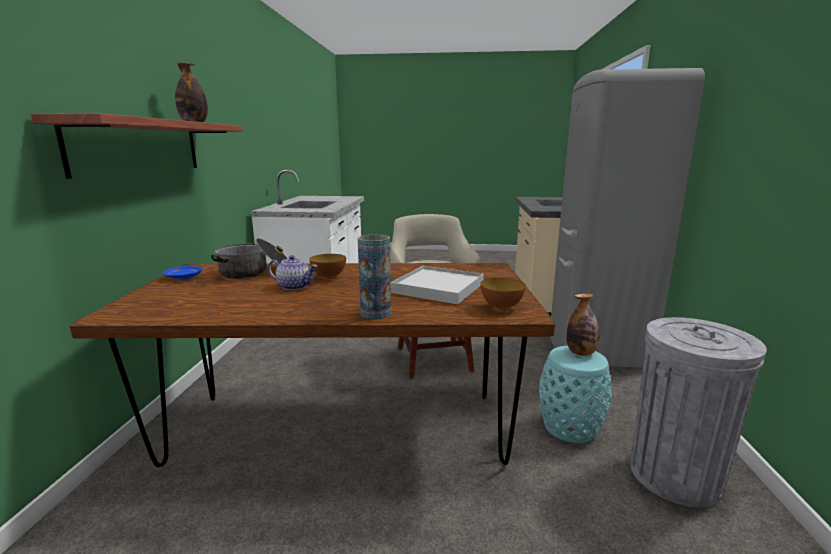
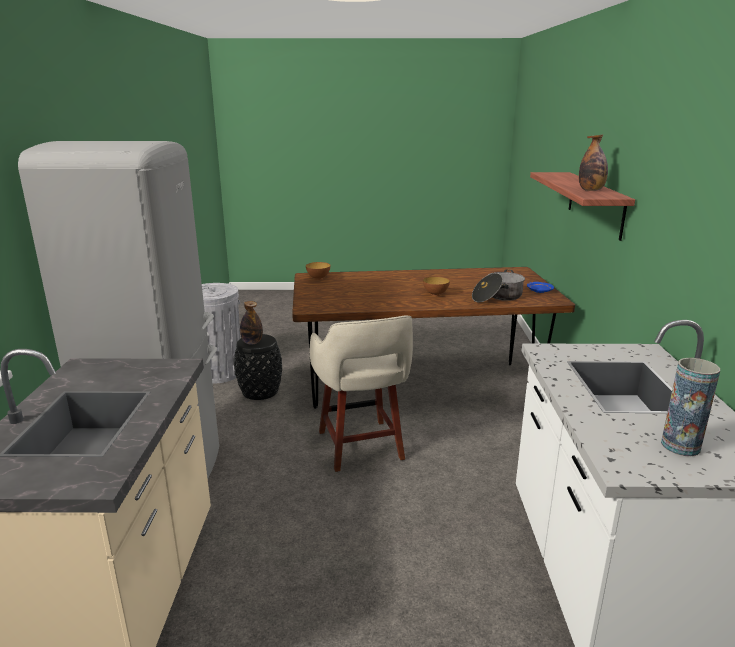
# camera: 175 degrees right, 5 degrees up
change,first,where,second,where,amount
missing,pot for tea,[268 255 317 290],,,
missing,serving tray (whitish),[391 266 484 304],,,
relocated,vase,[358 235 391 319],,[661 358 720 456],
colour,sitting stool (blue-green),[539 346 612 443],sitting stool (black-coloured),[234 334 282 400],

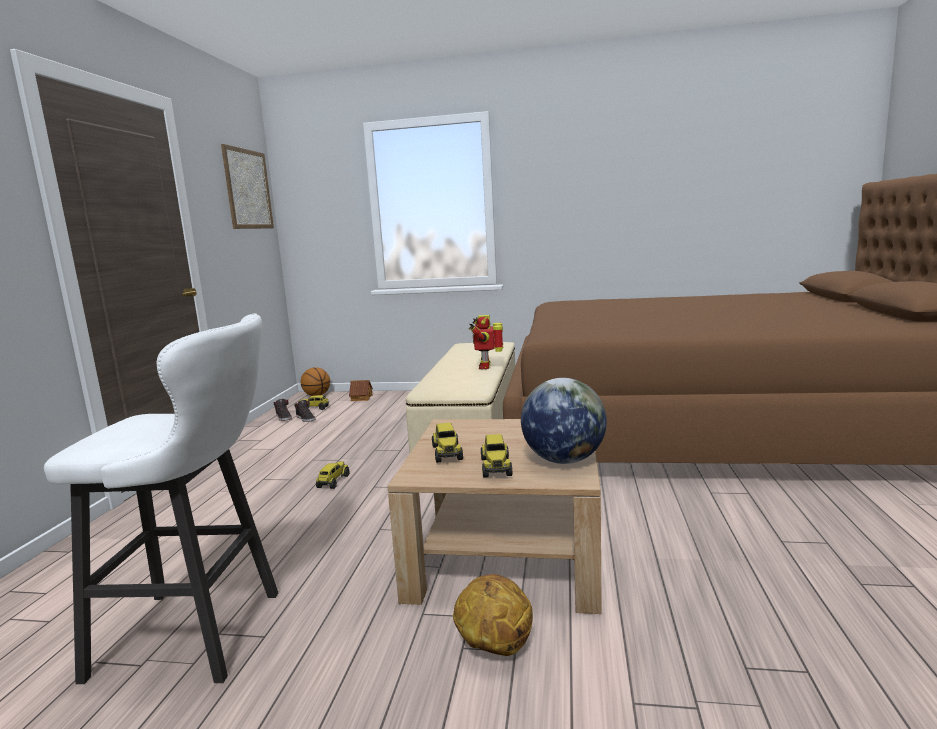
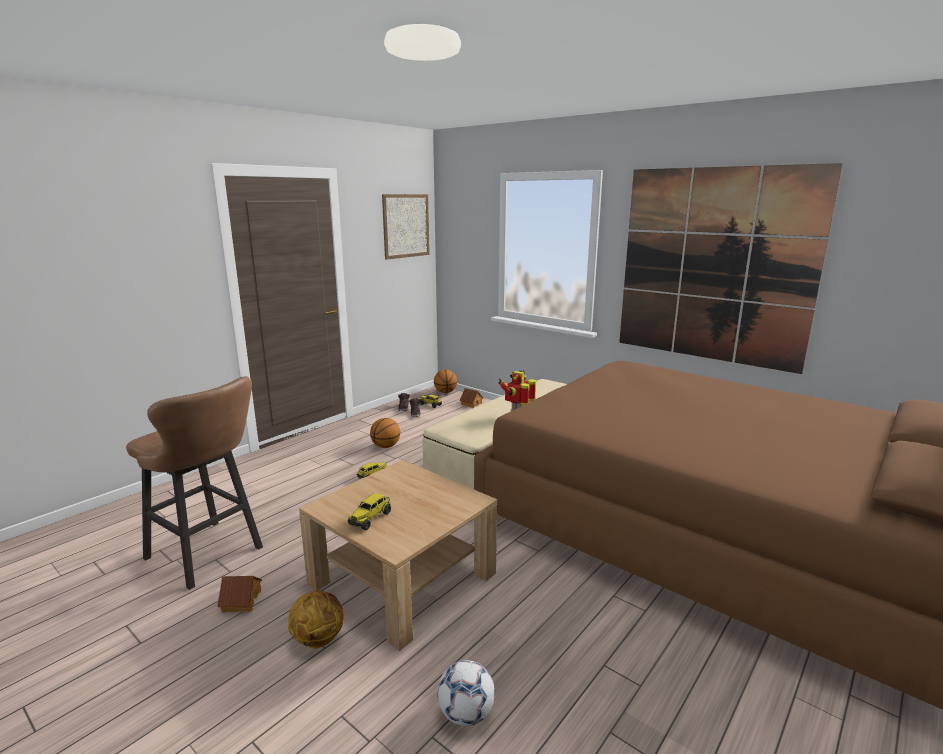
# camera: 30 degrees right, 5 degrees up
change,first,where,second,where,amount
missing,toy lorry,[432 423 463 463],,,
missing,world globe,[521 378 607 464],,,
appeared,,,miniature house,[217 576 262 613],
appeared,,,ball for basketball,[370 418 400 448],
appeared,,,football,[437 660 495 726],
appeared,,,wall picture,[619 163 843 374],
colour,sitting stool (whitish),[44 313 278 684],sitting stool (brownish),[126 376 263 590],

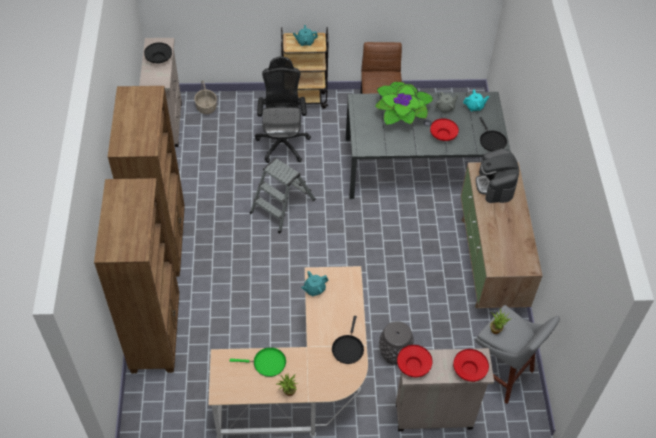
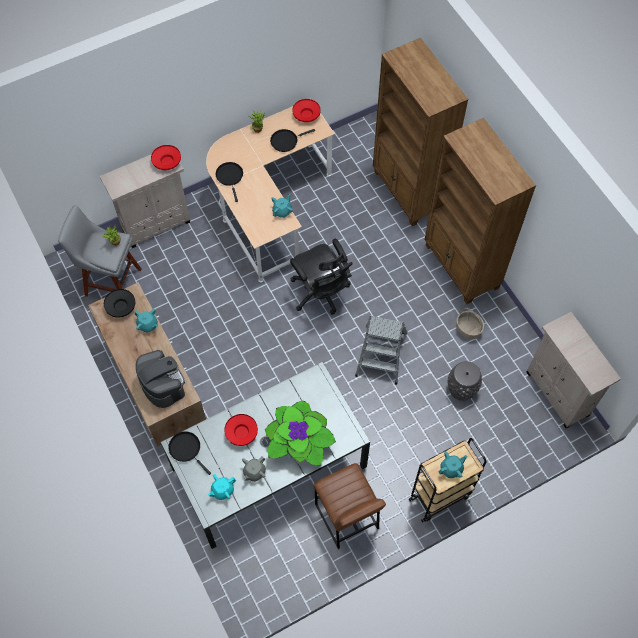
# camera: 155 degrees right, 10 degrees up
change,first,where,second,where,amount
appeared,,,pot for tea (blue-green),[135 309 158 332],
relocated,bowl (black-coloured),[144 43 172 63],,[104 289 135 318],
relocated,storage basket,[194 81 217 114],,[456 308 485 339],
relocated,computer chair,[255 56 311 163],,[290 239 353 315],
relocated,sitting stool (greyish),[379 321 414 365],,[448 361 482 401],
relocated,bowl (red-coloured),[453 349 489 382],,[292 99 320 122],
colour,frying pan (green-coloured),[230 347 286 377],frying pan (black-coloured),[270 129 315 152],

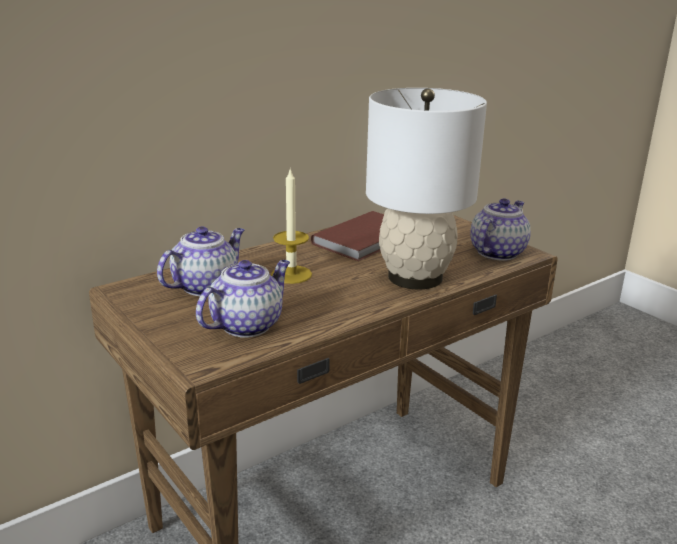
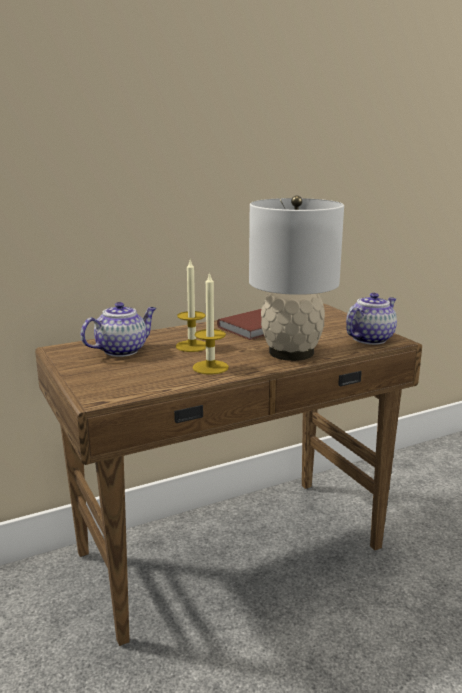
# camera: 10 degrees right, 5 degrees down
change,first,where,second,where,amount
missing,pot for tea,[196 260 290 338],,,
appeared,,,wax candle,[193 272 229 375],

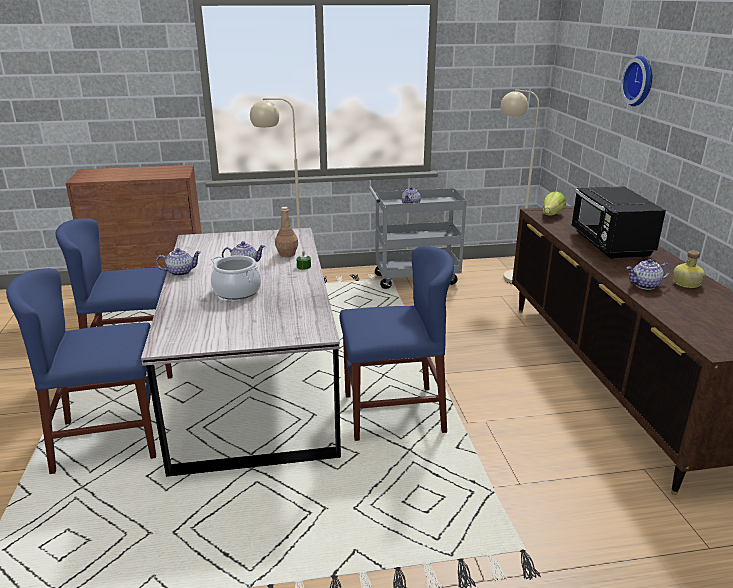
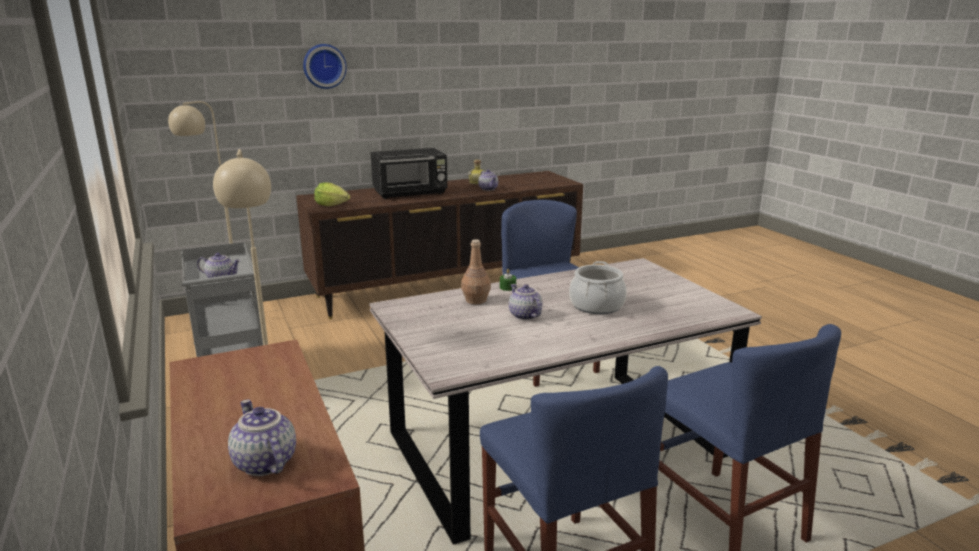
# camera: 105 degrees left, 5 degrees down
change,first,where,second,where,amount
relocated,pot for tea,[156 248 201 276],,[228 399 296 476],

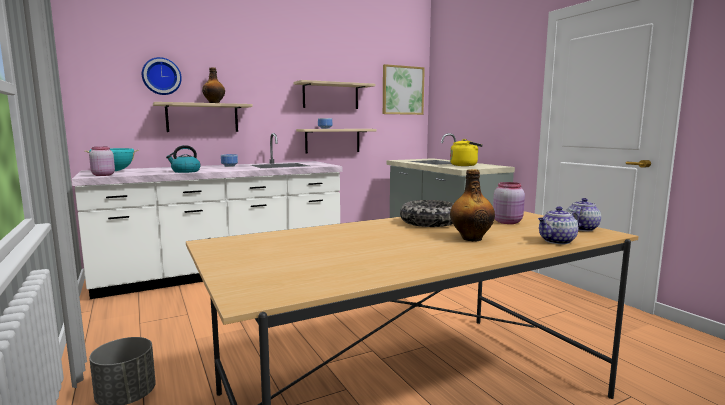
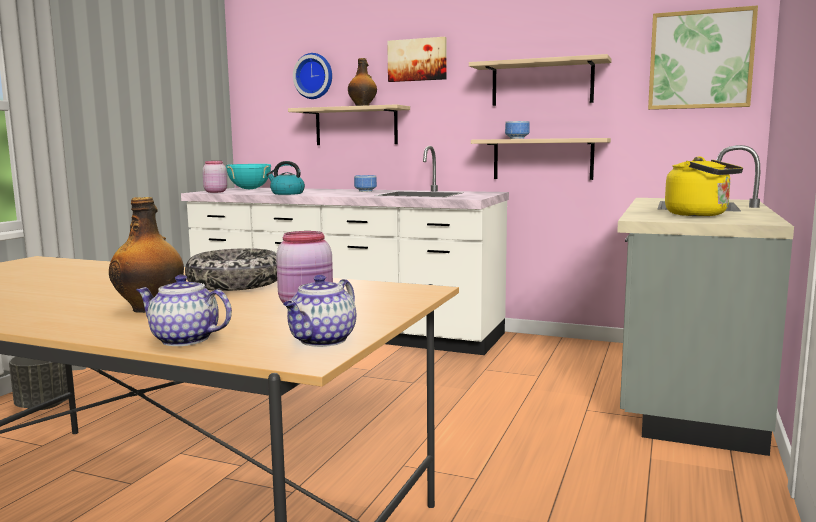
# camera: 50 degrees right, 0 degrees up
change,first,where,second,where,amount
appeared,,,wall picture,[387 37 447 82],
spun,pot for tea,[566 198 601 231],,[283 275 356 347],120 degrees clockwise

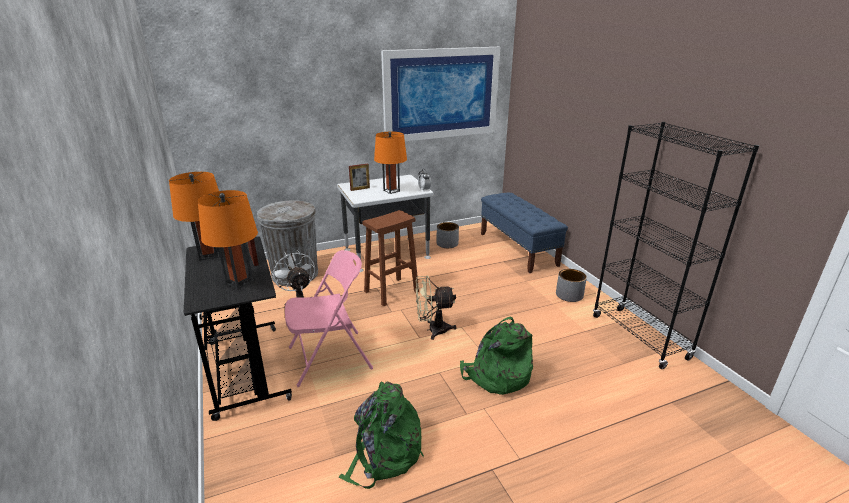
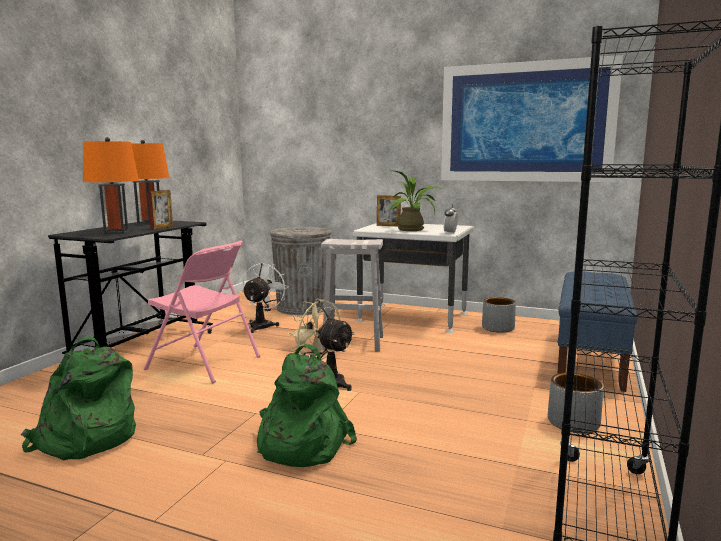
# camera: 45 degrees right, 15 degrees down
change,first,where,second,where,amount
exchanged,tabletop lamp (orange-coloured),[374 132 407 194],plant in a pot,[389 170 443 231],
colour,sitting stool (brownish),[363 210 419 306],sitting stool (whitish),[321 239 383 352],

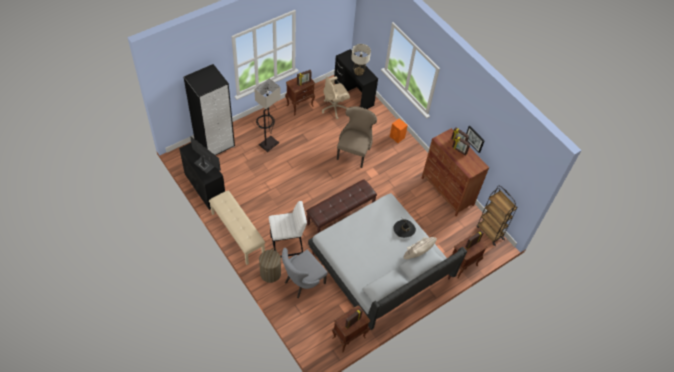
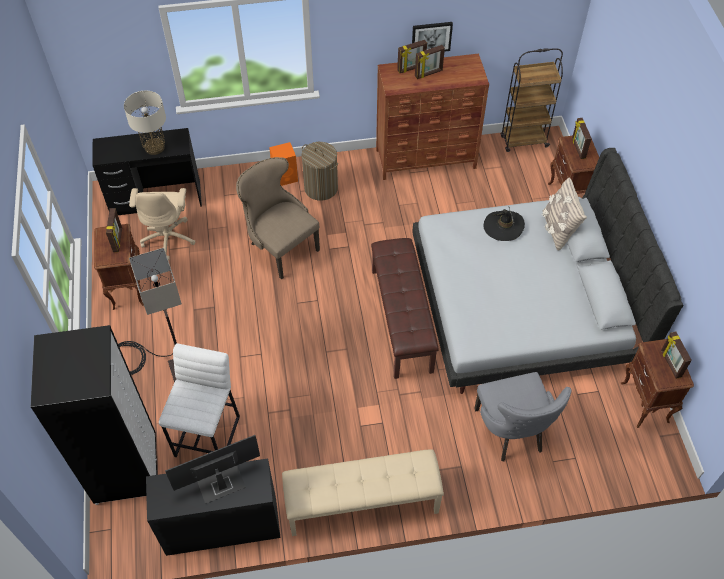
# camera: 60 degrees left, 0 degrees up
change,first,where,second,where,amount
relocated,hamper,[259 248 281 283],,[302 142 338 201],
relocated,sitting stool (whitish),[269 201 307 257],,[159 343 240 457],

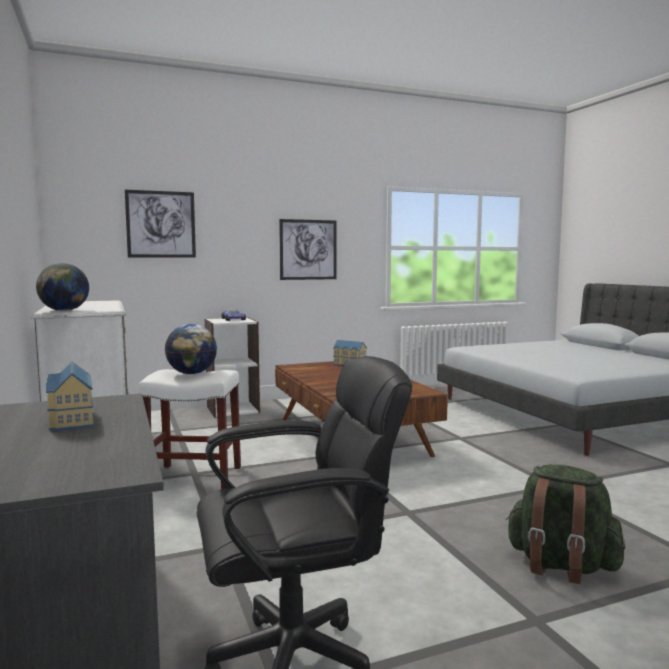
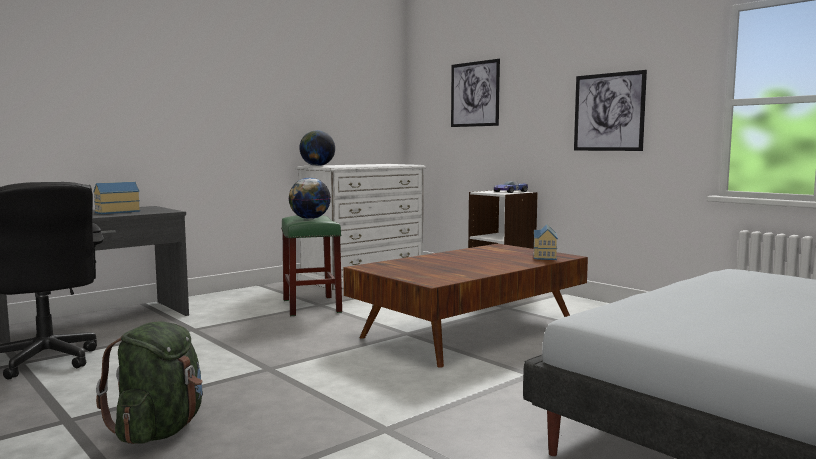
# camera: 70 degrees right, 0 degrees up
change,first,where,second,where,amount
colour,sitting stool (whitish),[139 369 241 489],sitting stool (green-coloured),[281 215 342 316],

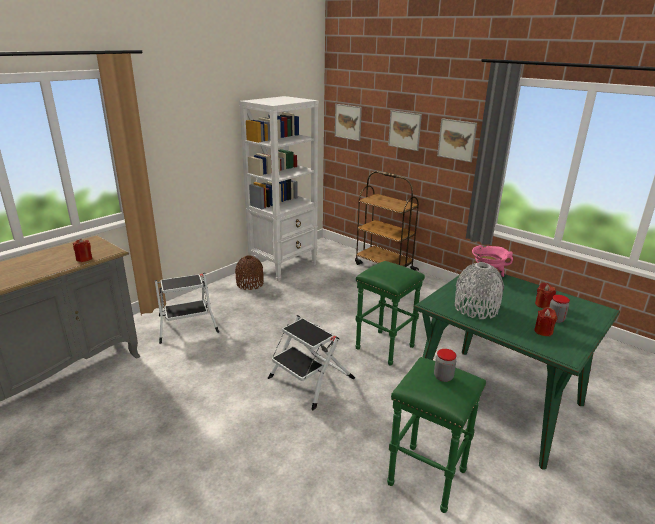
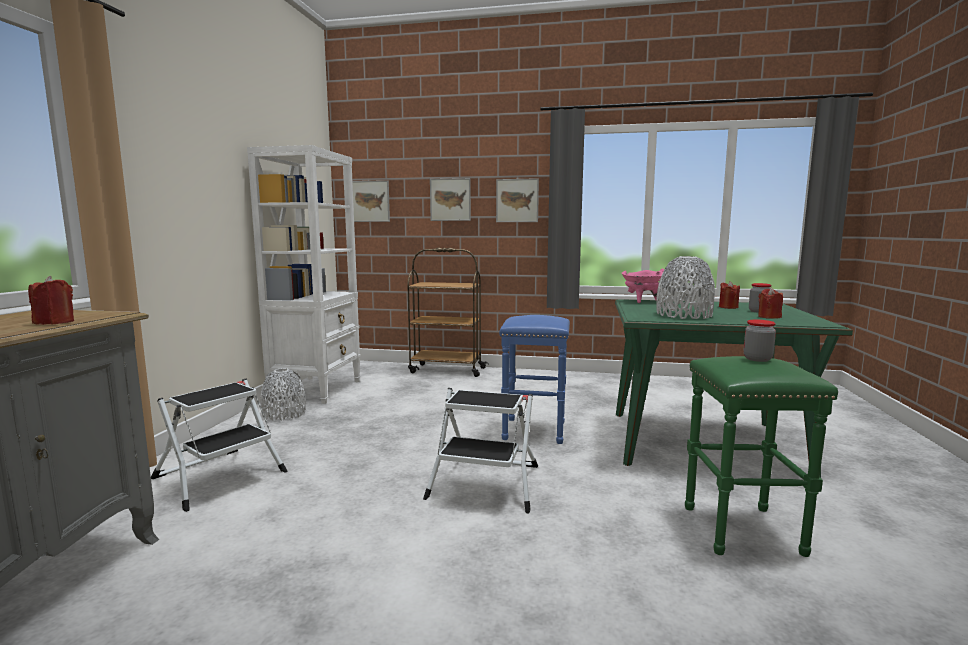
# camera: 30 degrees left, 15 degrees down
change,first,where,second,where,amount
colour,vase (brownish),[235 255 264 290],vase (greyish),[260 368 306 421],
colour,sitting stool (green-coloured),[356 261 425 365],sitting stool (bluish),[499 315 570 444],

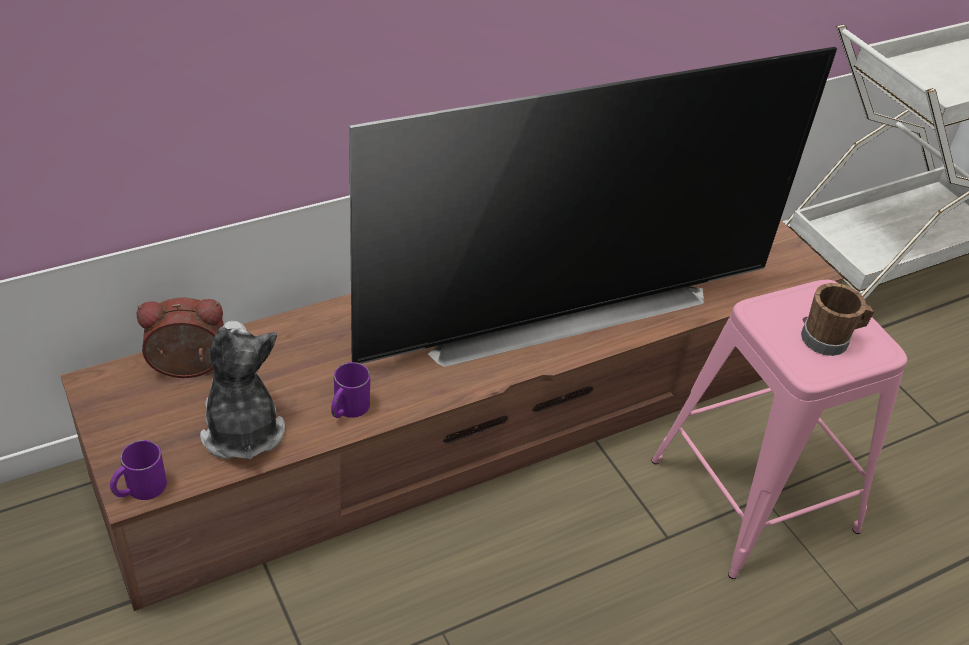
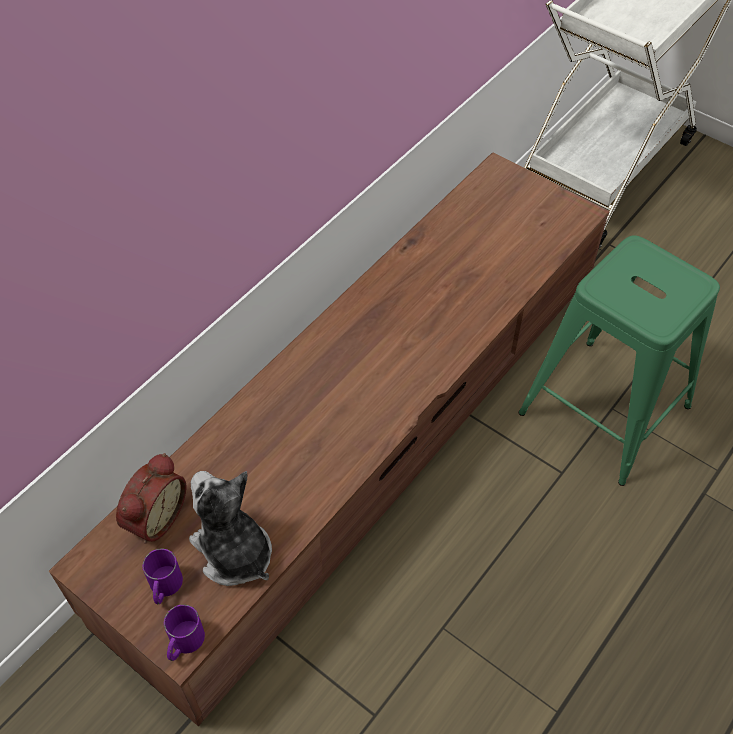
# camera: 20 degrees left, 10 degrees up
change,first,where,second,where,amount
missing,television,[349 47 837 367],,,
missing,tea mug (brownish),[801 283 874 356],,,
relocated,tea mug (purplish),[331 362 370 418],,[142 548 183 604],
colour,sitting stool (pink-coloured),[651 280 907 579],sitting stool (green-coloured),[519 235 720 486],
spun,table clock,[136 298 224 378],,[116 453 187 544],150 degrees clockwise

